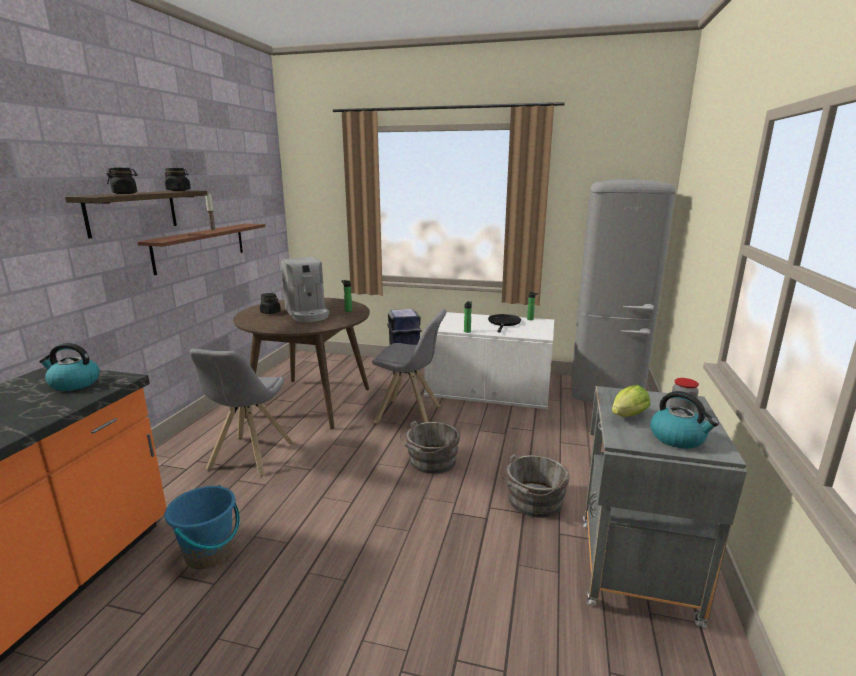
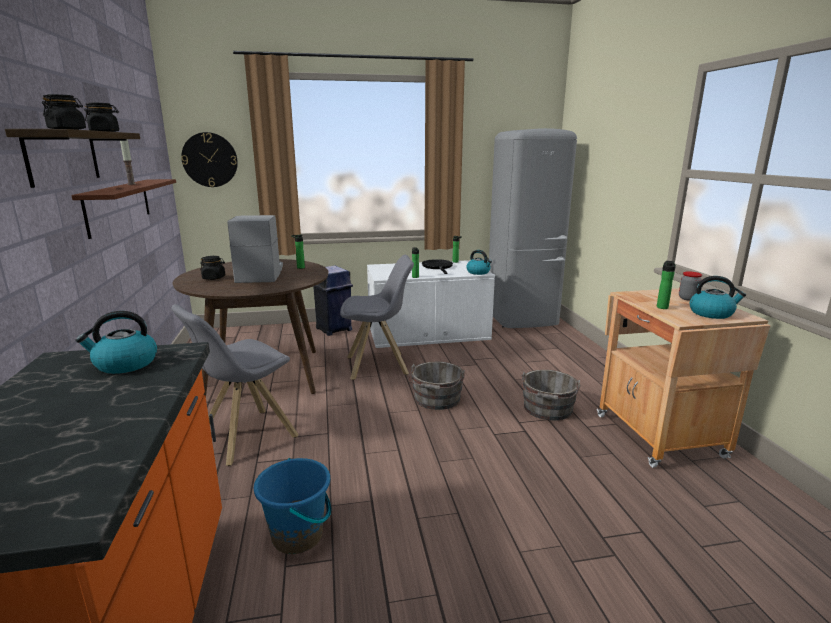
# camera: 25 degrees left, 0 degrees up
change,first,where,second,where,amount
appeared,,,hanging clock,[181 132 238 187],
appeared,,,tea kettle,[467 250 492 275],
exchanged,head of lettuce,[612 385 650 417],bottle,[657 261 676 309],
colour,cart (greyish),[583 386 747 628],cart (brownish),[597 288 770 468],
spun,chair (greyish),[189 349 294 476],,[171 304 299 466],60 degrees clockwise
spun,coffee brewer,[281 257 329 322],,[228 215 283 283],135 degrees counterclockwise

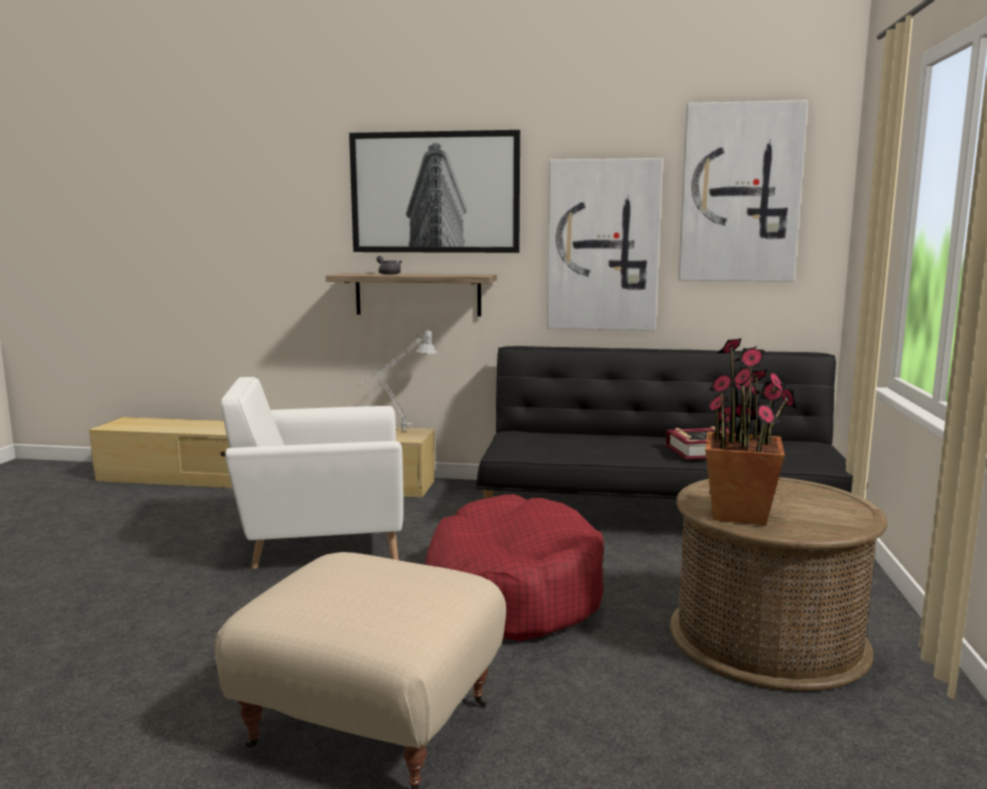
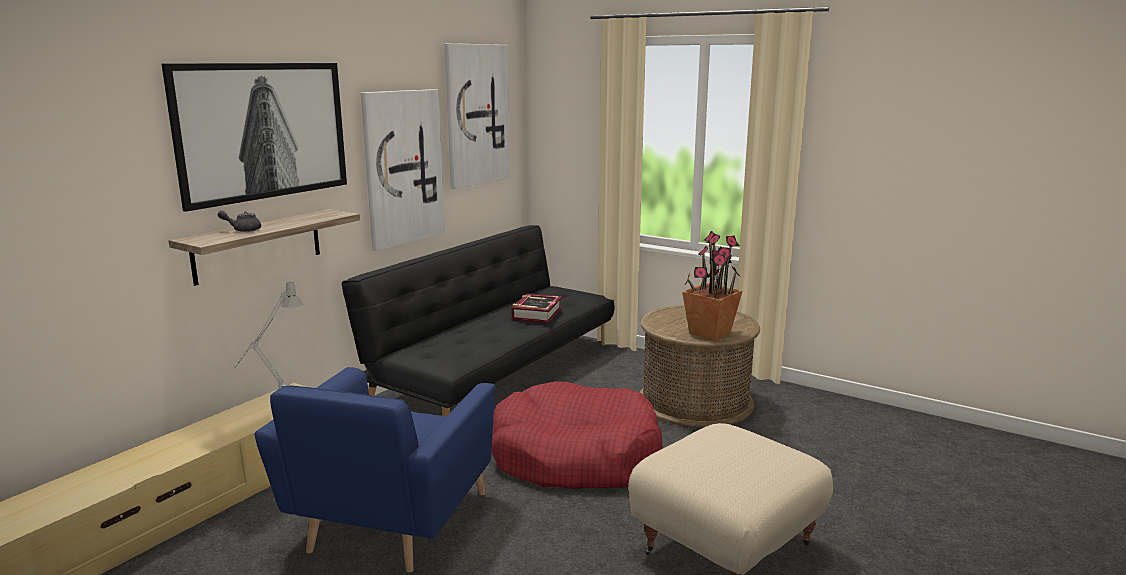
# camera: 65 degrees left, 5 degrees up
change,first,where,second,where,amount
colour,lounge chair (whitish),[221 377 404 569],lounge chair (bluish),[255 367 495 572],

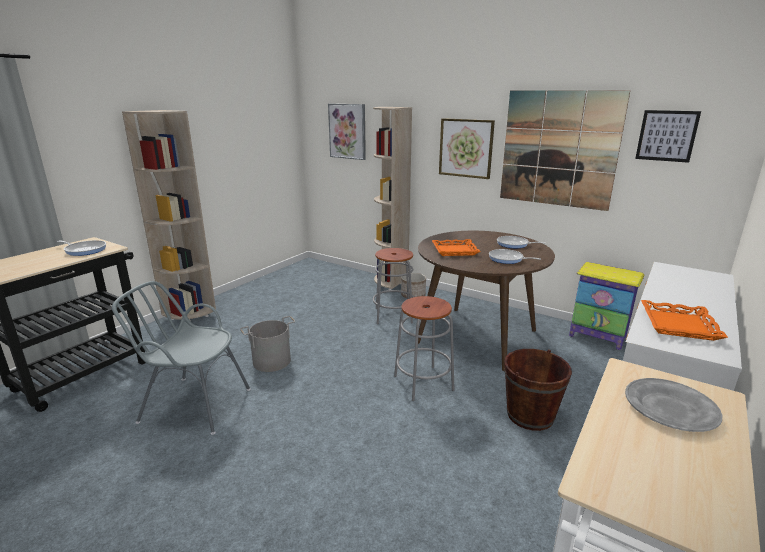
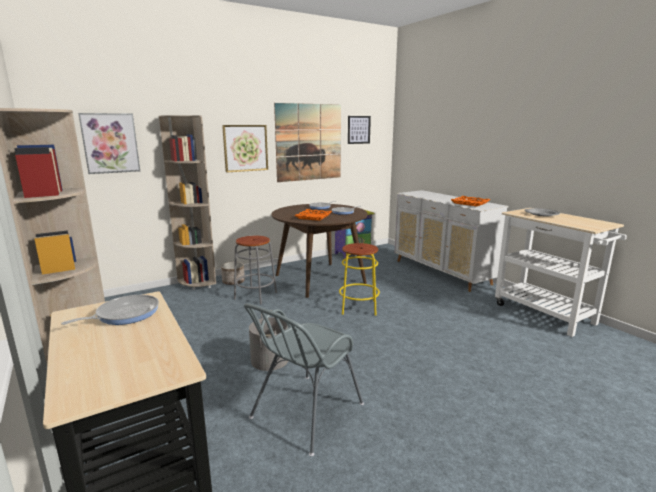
# camera: 65 degrees left, 5 degrees down
change,first,where,second,where,amount
missing,pail (brownish),[504 349 572 431],,,
colour,sitting stool (greyish),[394 296 454 401],sitting stool (yellowish),[339 243 380 316],

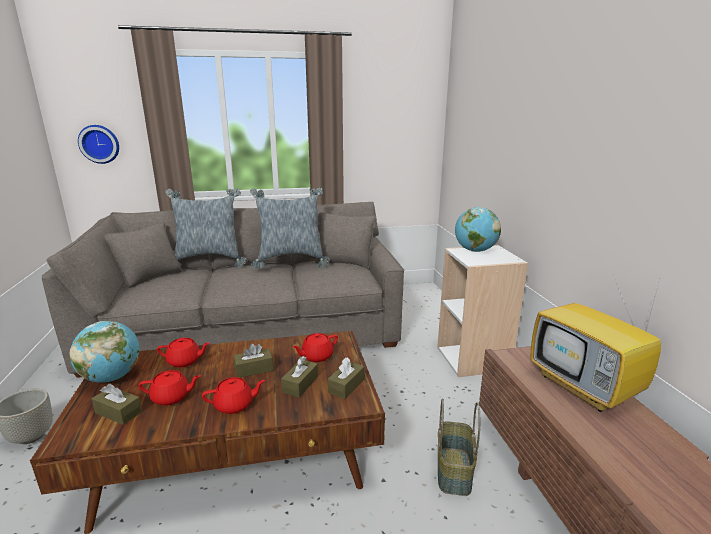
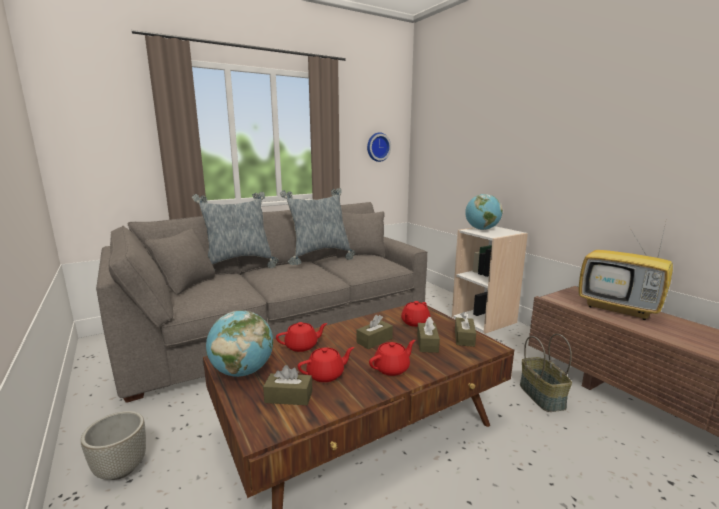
# camera: 20 degrees left, 5 degrees down
change,first,where,second,where,amount
relocated,hanging clock,[78 125 119 164],,[367 132 391 162],

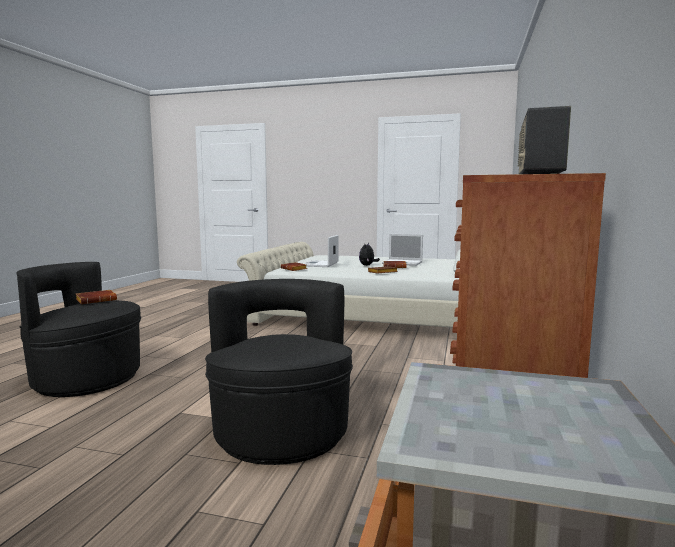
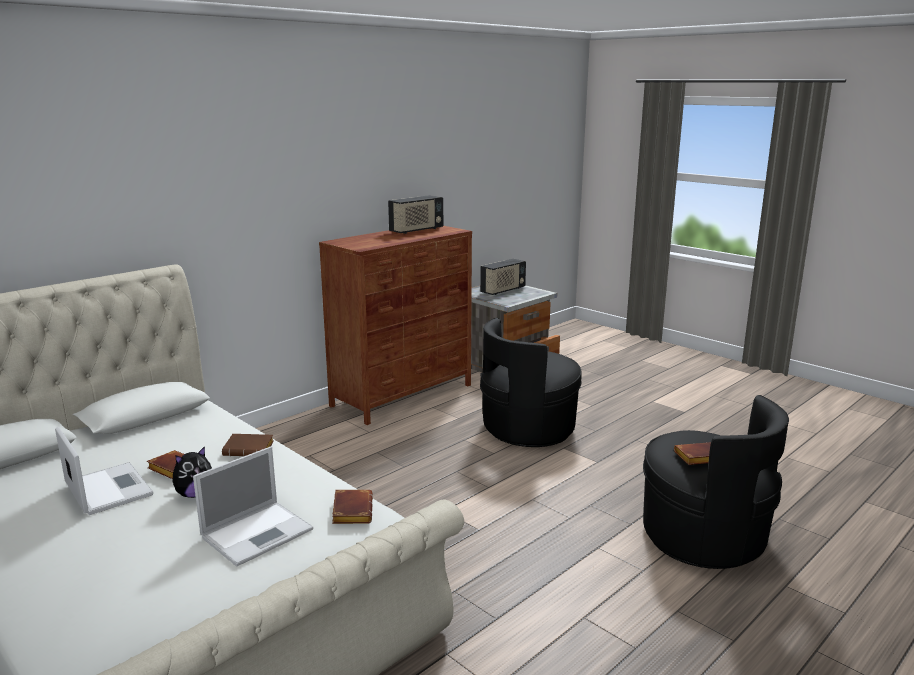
# camera: 150 degrees left, 10 degrees up
change,first,where,second,where,amount
appeared,,,radio set,[480 259 526 295],
spun,lounge chair (black-coloured),[205 279 353 465],,[480 318 582 447],45 degrees clockwise

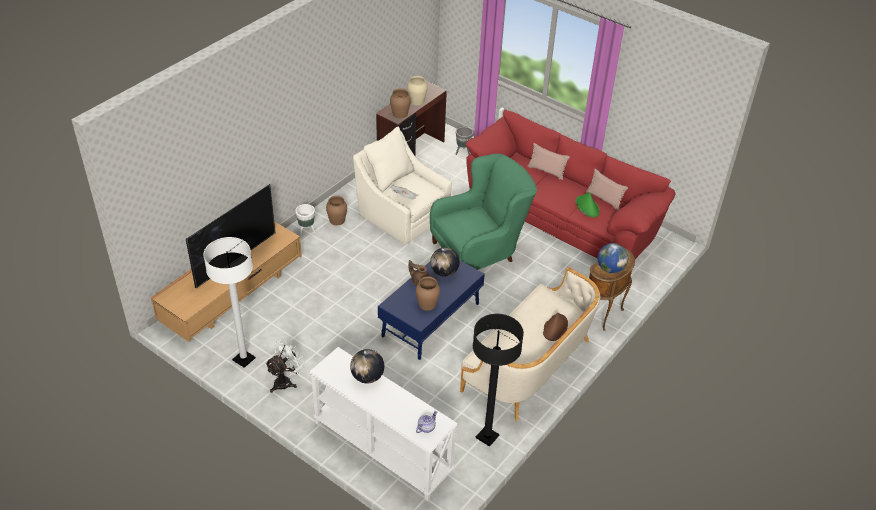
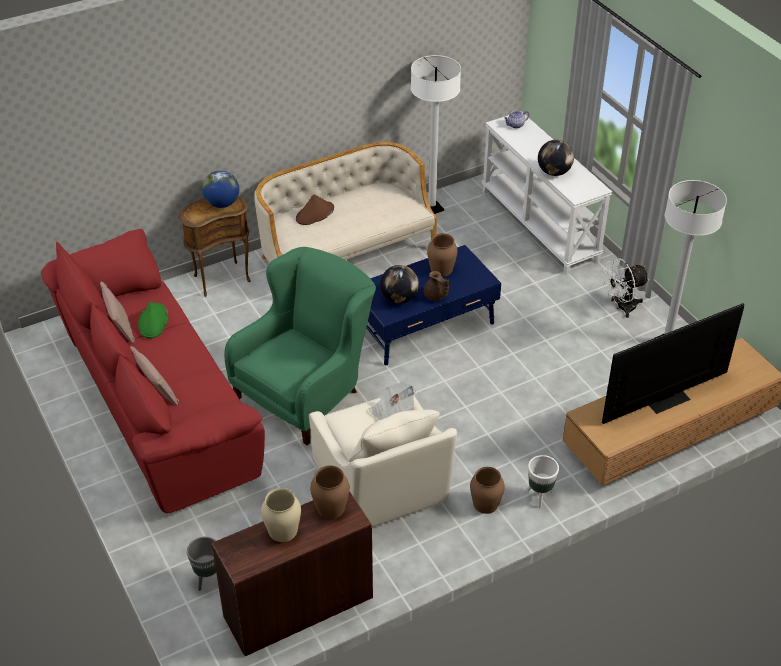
# camera: 155 degrees left, 0 degrees up
change,first,where,second,where,amount
colour,standing lamp (black-coloured),[473 314 524 447],standing lamp (whitish),[411 55 461 214],
spun,lounge chair (green-coloured),[430 154 537 270],,[225 247 376 445],135 degrees clockwise

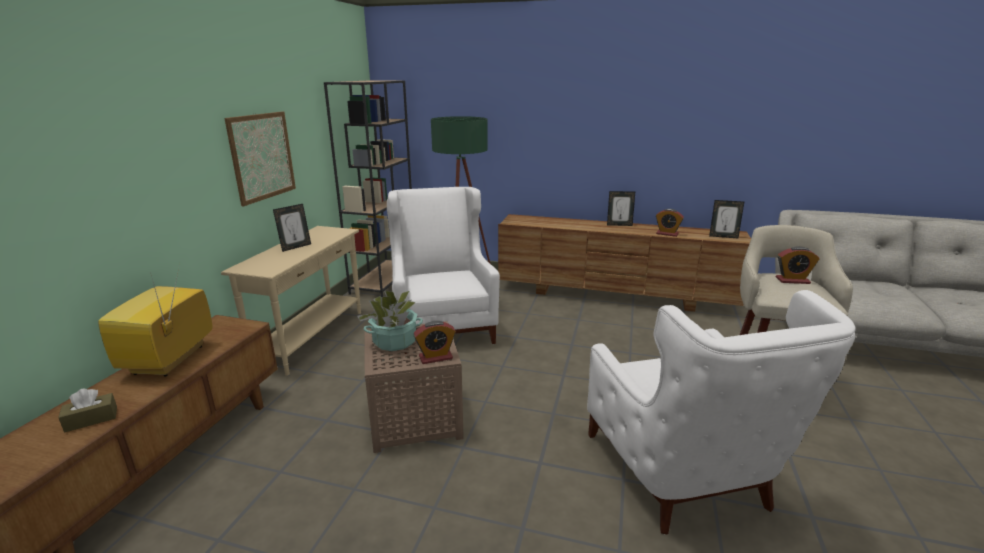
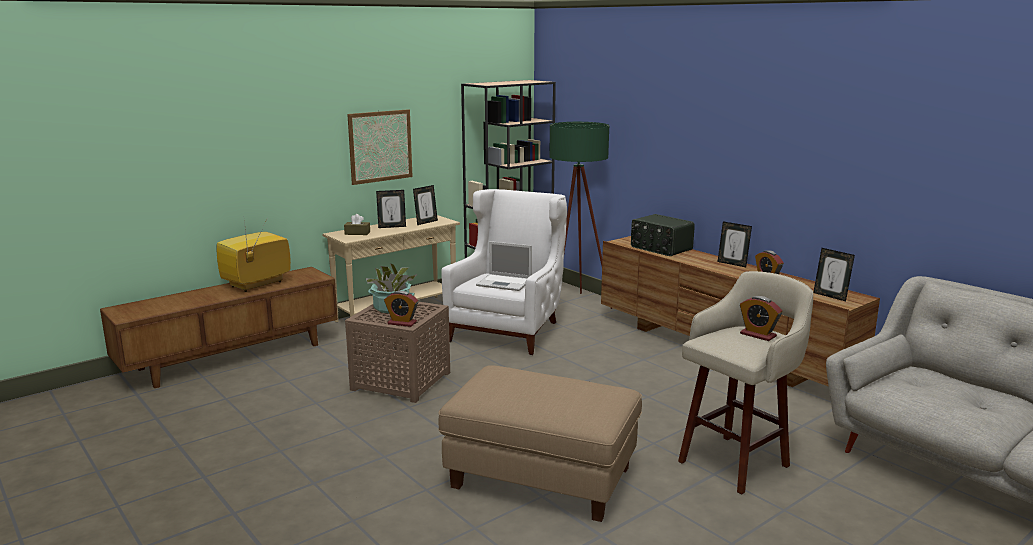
# camera: 35 degrees right, 5 degrees down
change,first,where,second,where,amount
appeared,,,photo frame,[413 185 438 225],
appeared,,,notebook computer,[476 241 532 291],
appeared,,,radio set,[631 214 695 256],
relocated,tissue box (brownish),[58 388 117 432],,[344 214 370 235],
exchanged,lounge chair (whitish),[587 290 856 535],pouffe (sand-coloured),[438 365 642 522],

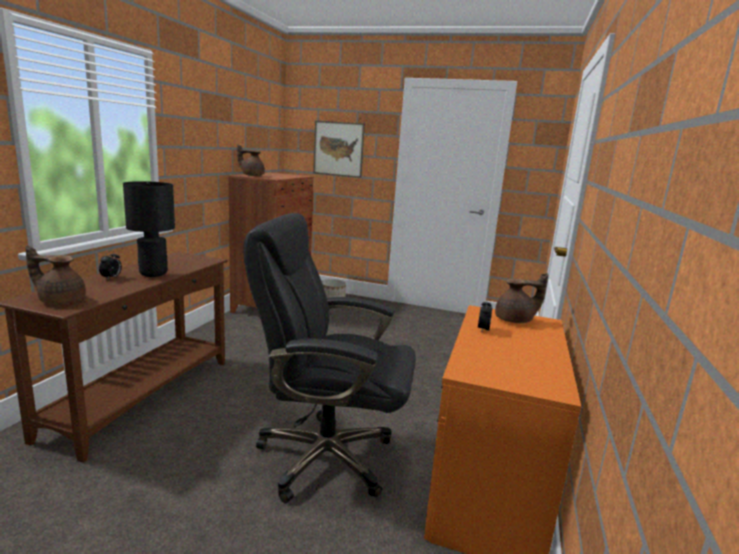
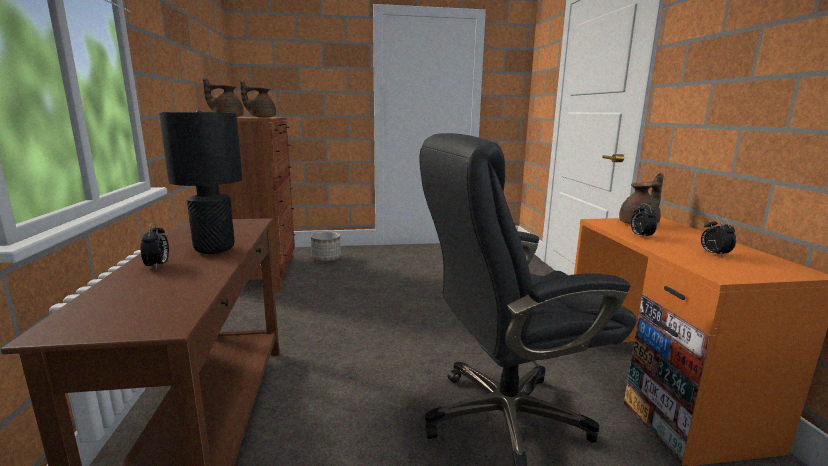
# camera: 25 degrees left, 0 degrees up
change,first,where,second,where,amount
missing,wall picture,[313 121 365 178],,,
appeared,,,table clock,[701 217 736 258],
relocated,pot for tea (brownish),[25 245 86 304],,[240 80 276 117],

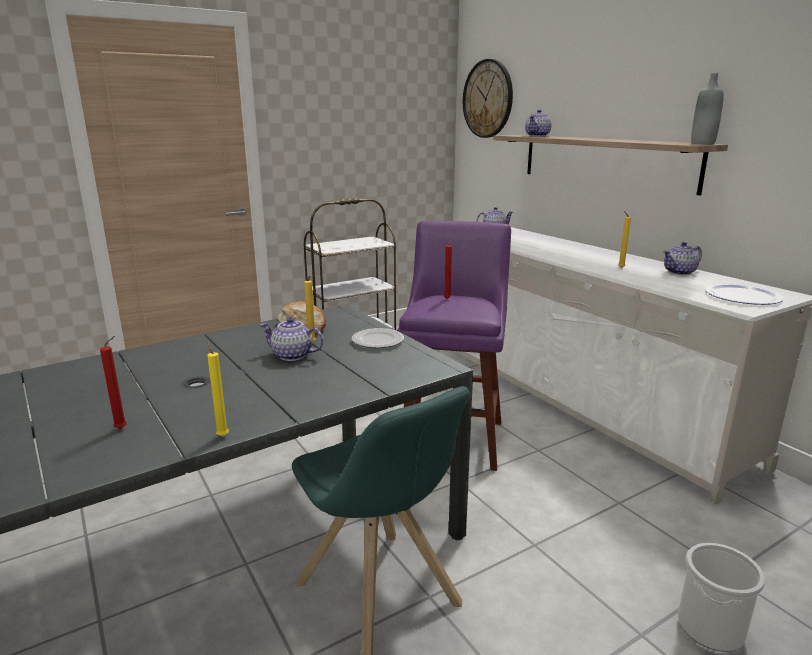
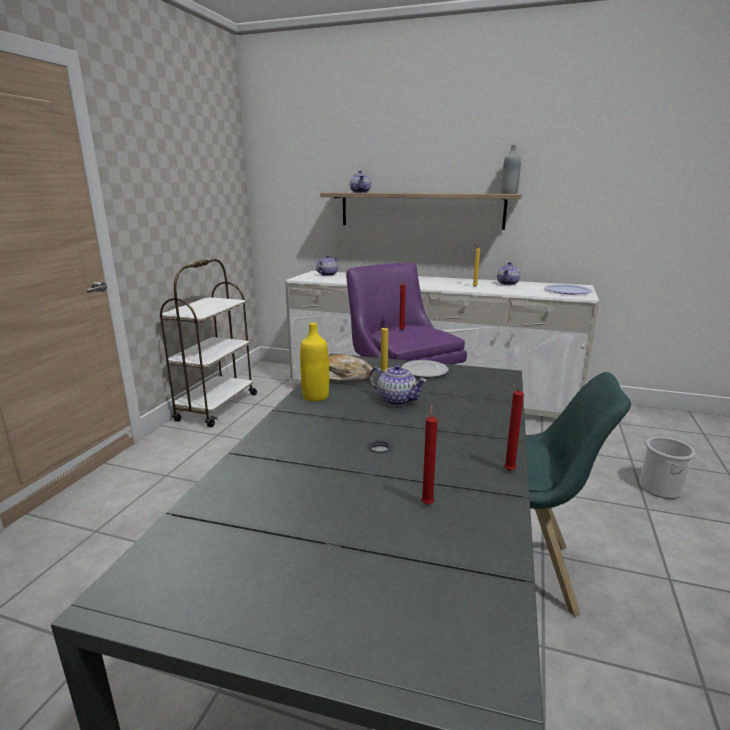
# camera: 40 degrees left, 0 degrees up
change,first,where,second,where,amount
missing,hanging clock,[463 59 513 138],,,
appeared,,,bottle (yellowish),[300 322 329 401],
colour,wax candle (yellowish),[207 341 229 437],wax candle (red-coloured),[504 382 524 471],
spun,pot for tea,[260 317 324 361],,[369 364 427 406],120 degrees counterclockwise

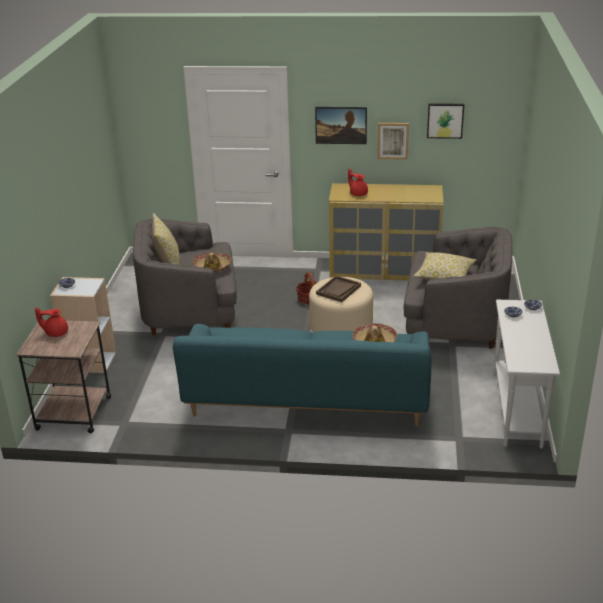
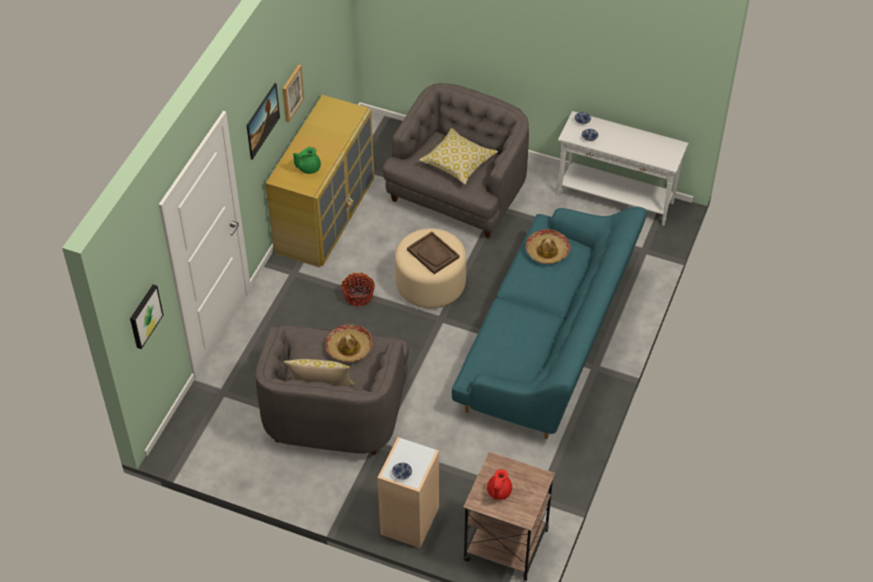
# camera: 75 degrees left, 20 degrees up
change,first,where,second,where,amount
relocated,wall picture,[427 103 464 139],,[130 284 163 349],
colour,pot for tea (red-coloured),[348 168 368 196],pot for tea (green-coloured),[293 147 321 174],

